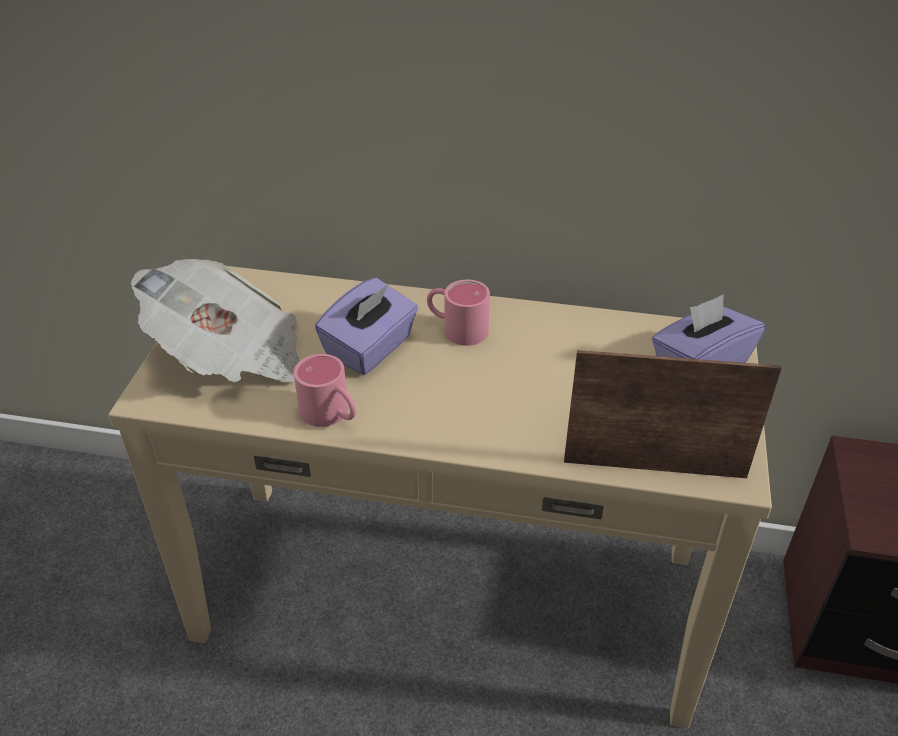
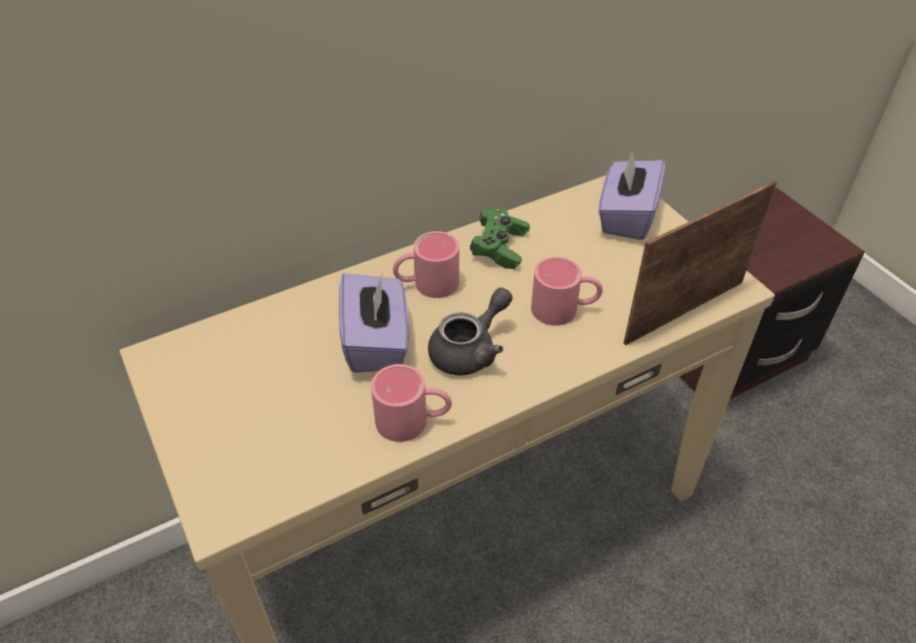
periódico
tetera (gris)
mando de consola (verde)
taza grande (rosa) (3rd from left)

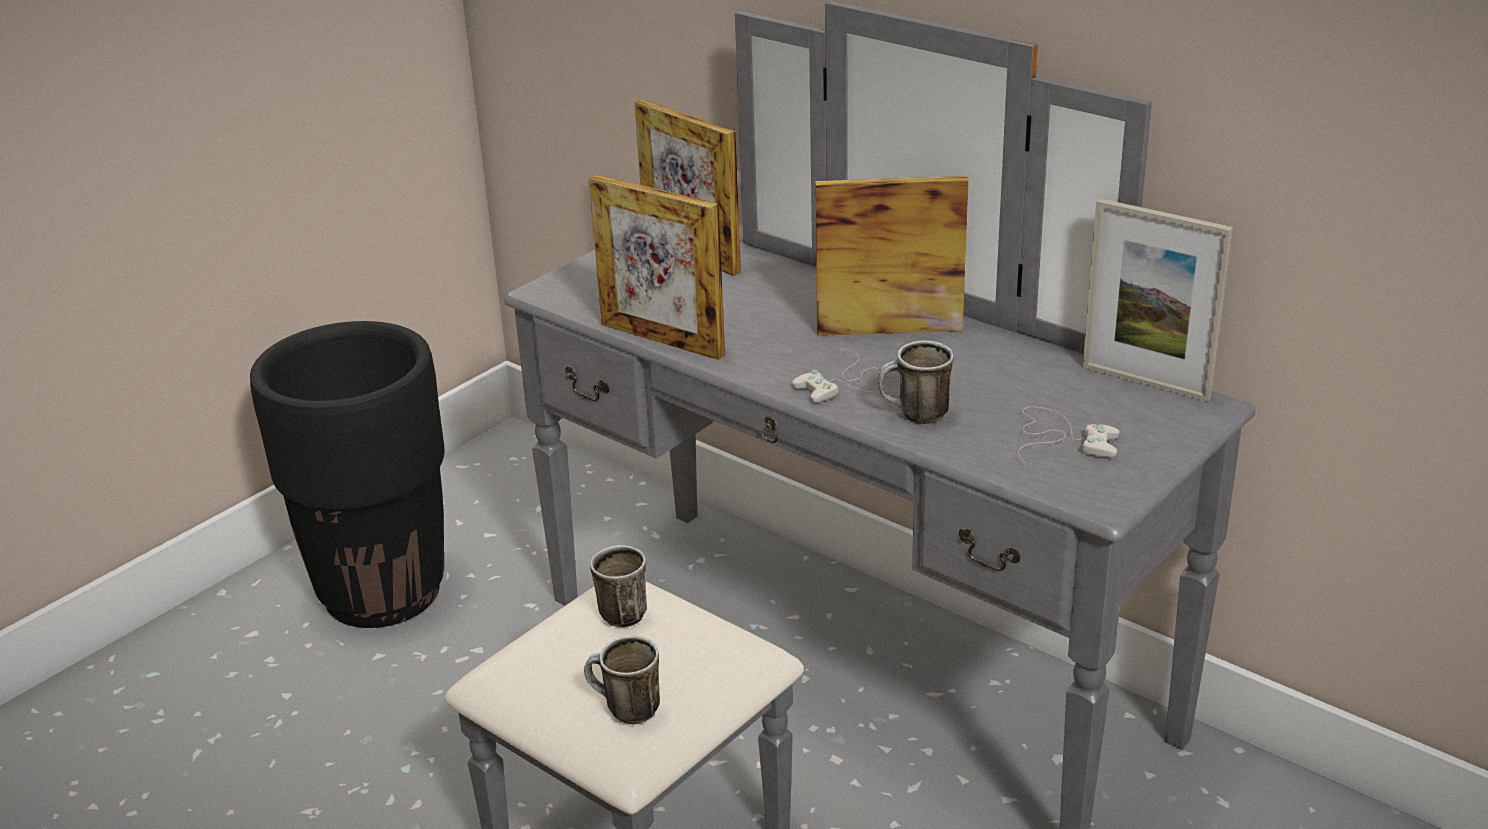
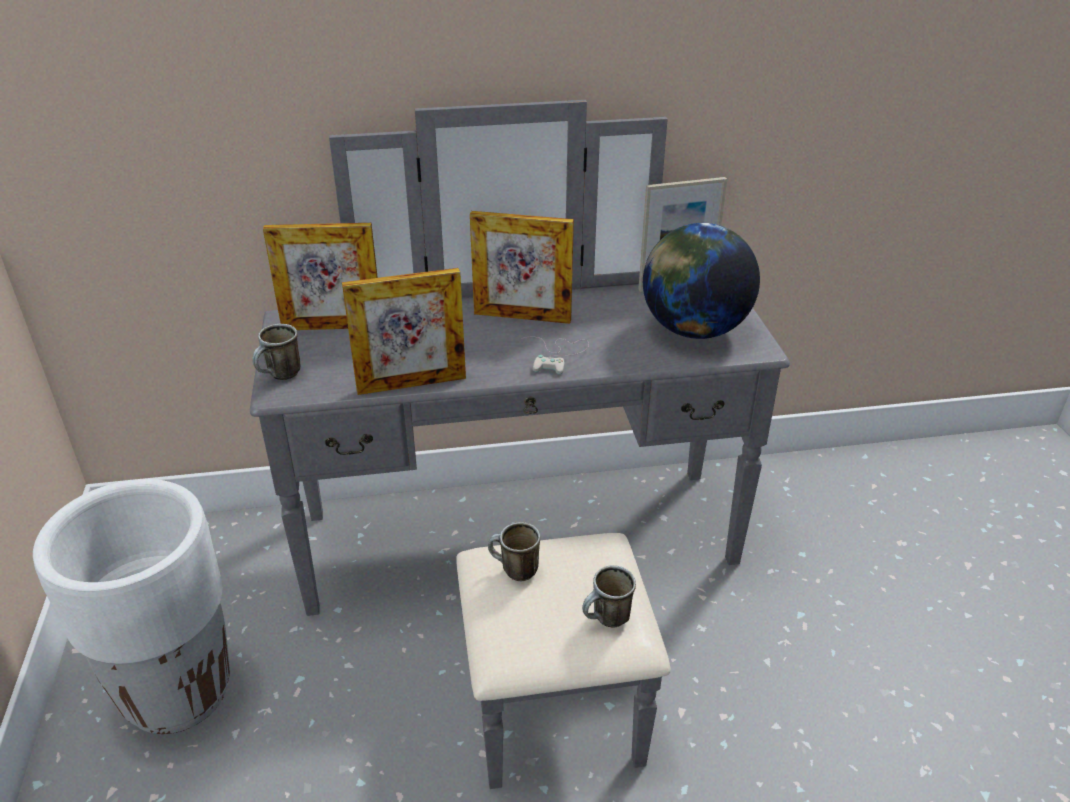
maceta (blanco)
portarretratos (3rd from left)
taza grande (1st from left)
globo terráqueo

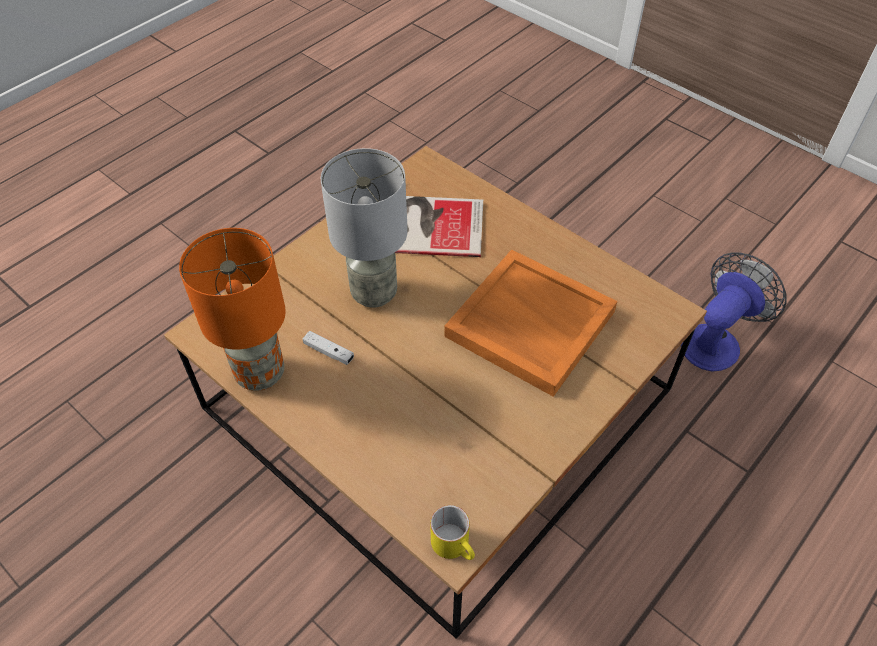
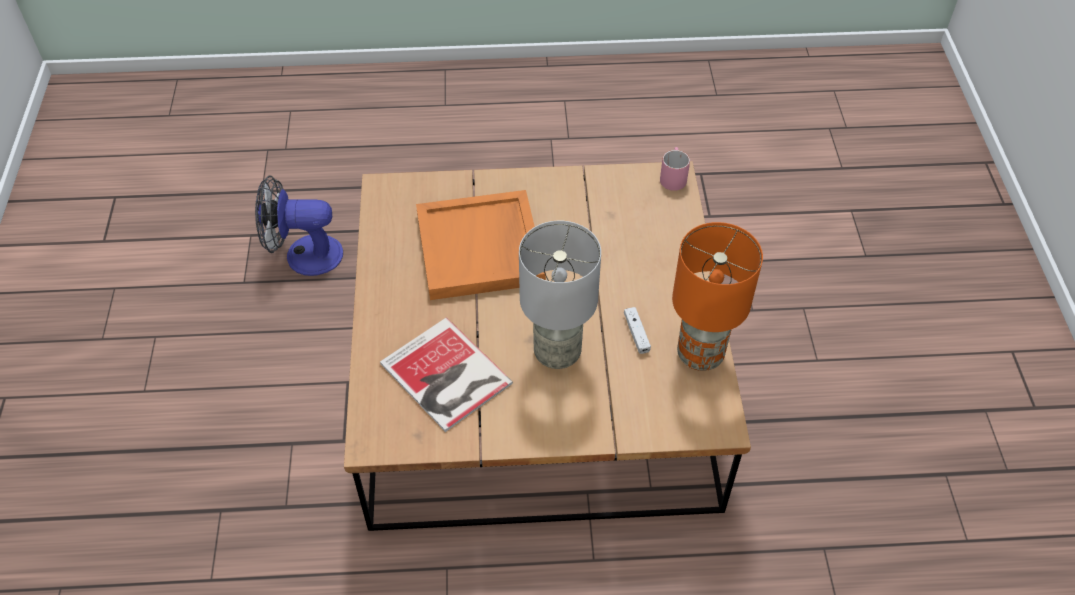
taza grande (rosa)

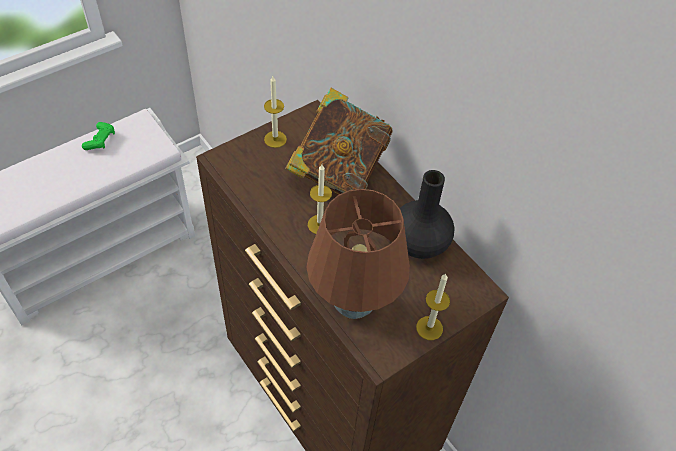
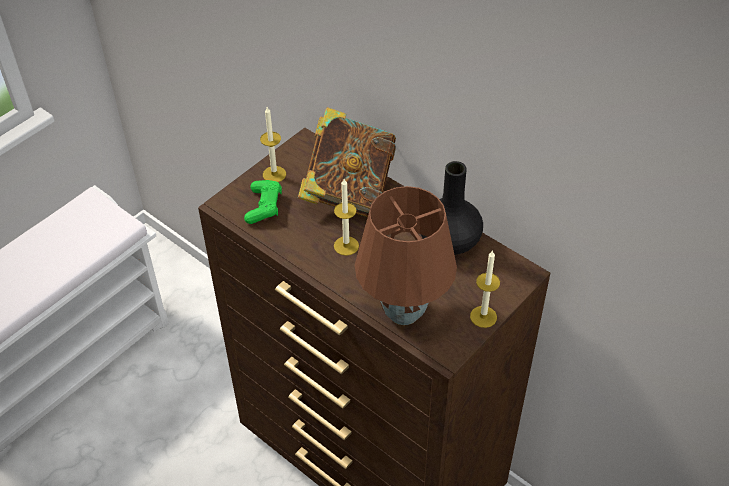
mando de consola (verde)

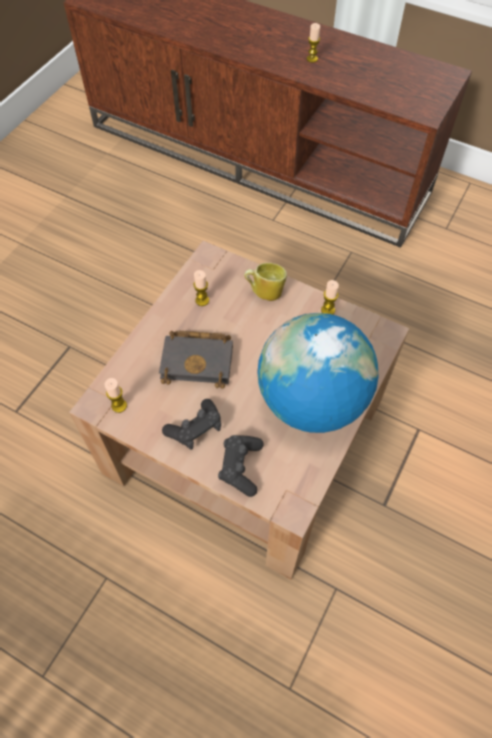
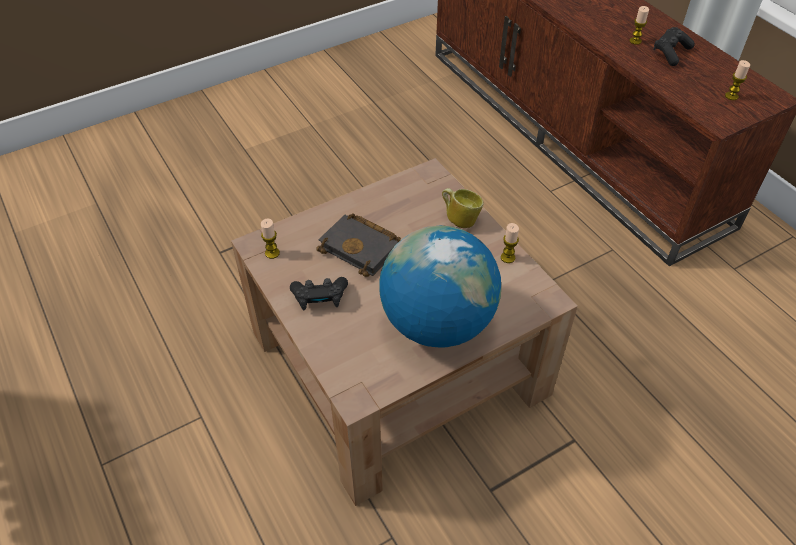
vela (4th from left)
mando de consola (negro) (2nd from left)

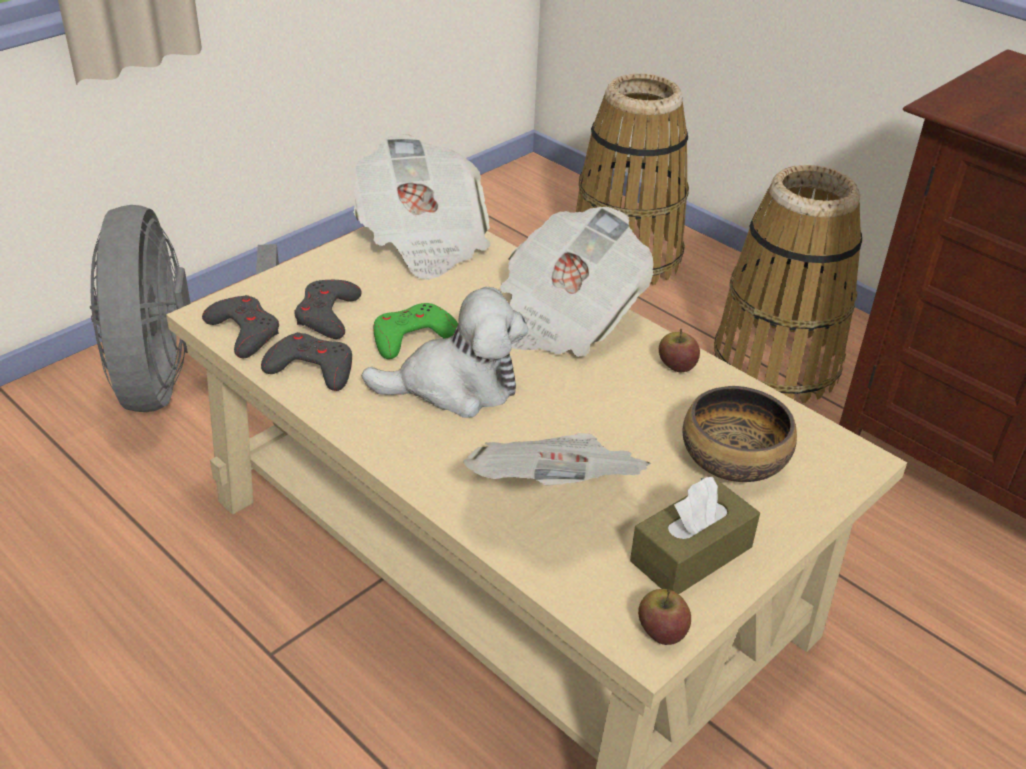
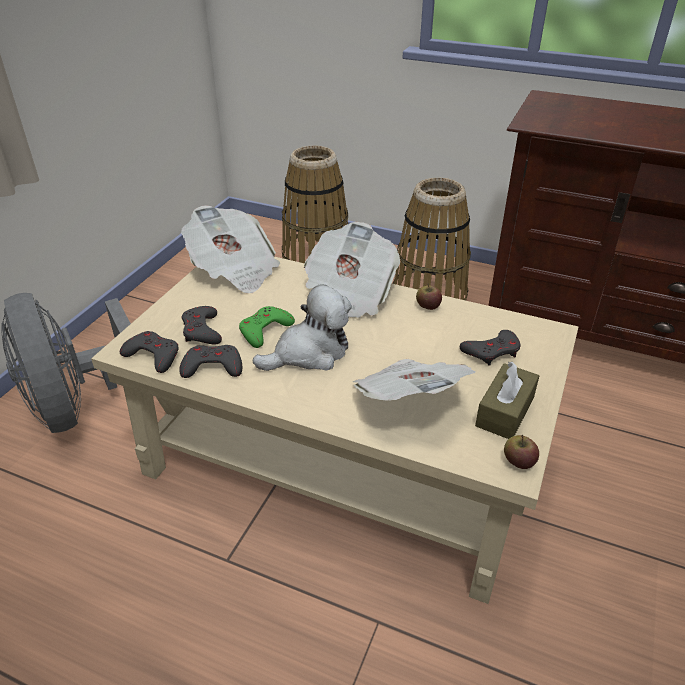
mando de consola (gris) (4th from left)

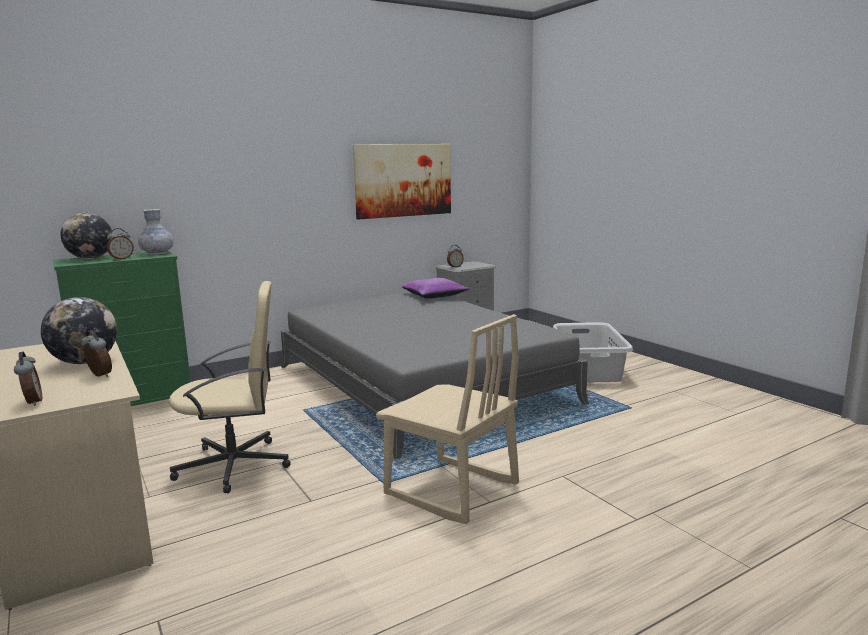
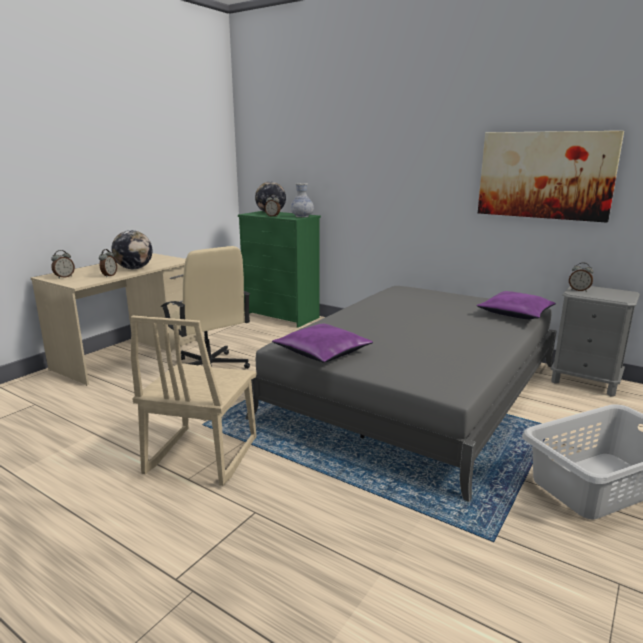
cojín (morado) (1st from left)

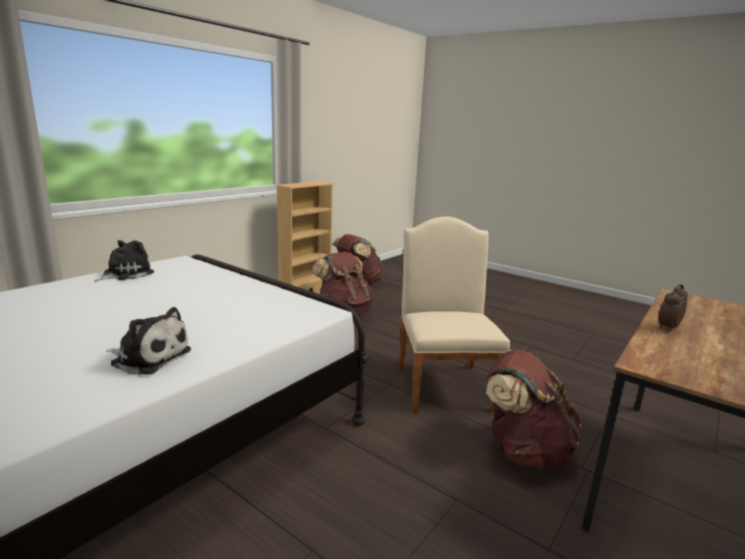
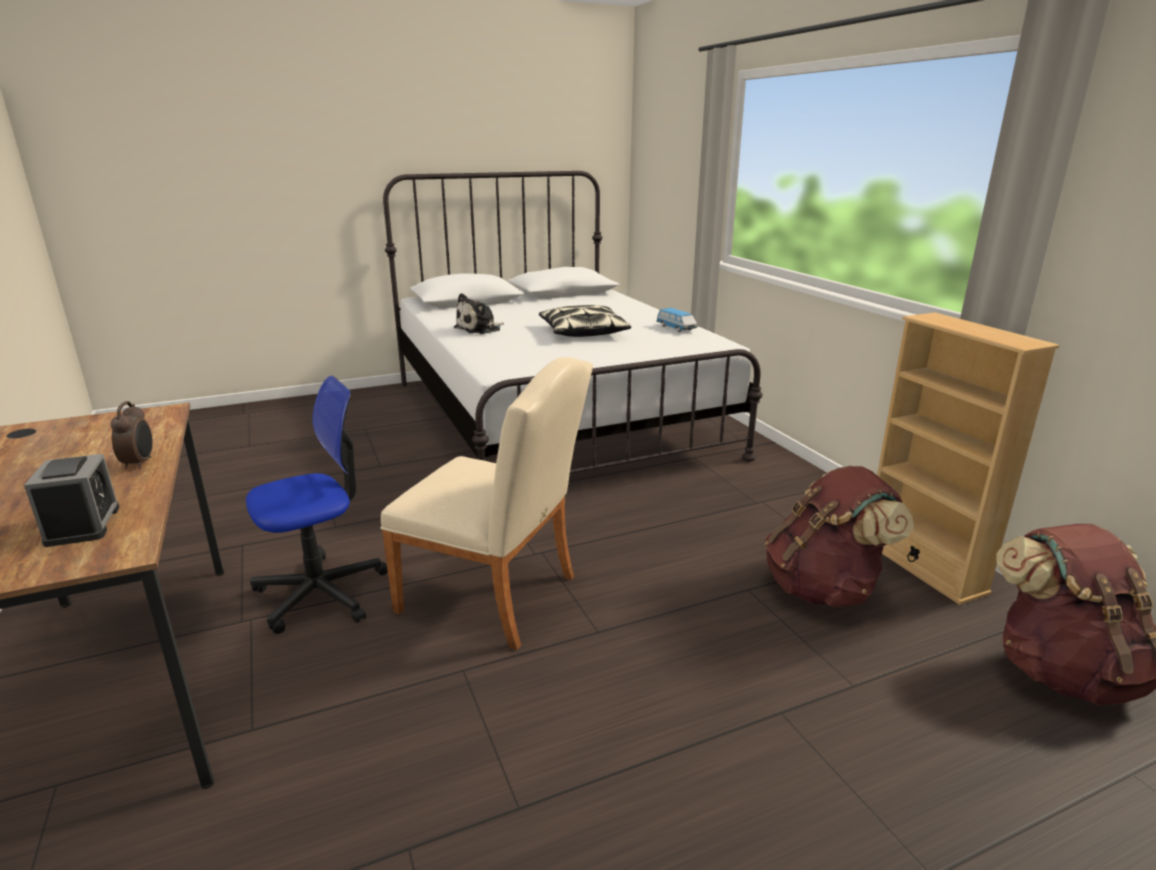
coche de juguete
silla de oficina
despertador (1st from left)
cojín

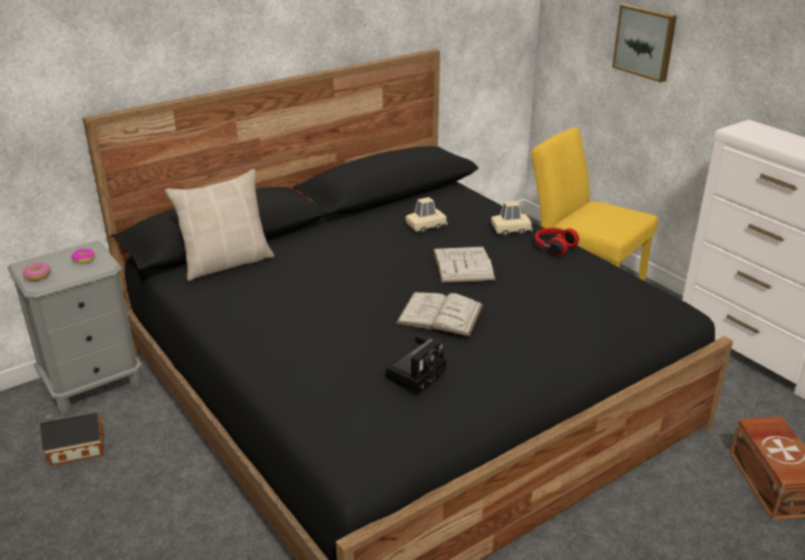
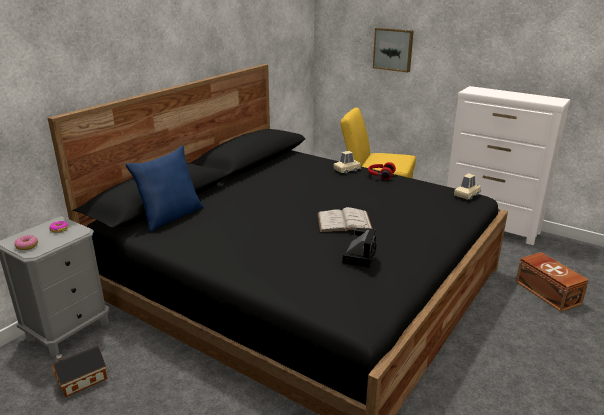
cojín (azul)
coche de juguete (beis) (2nd from left)
libro (blanco) (2nd from left in the first image)

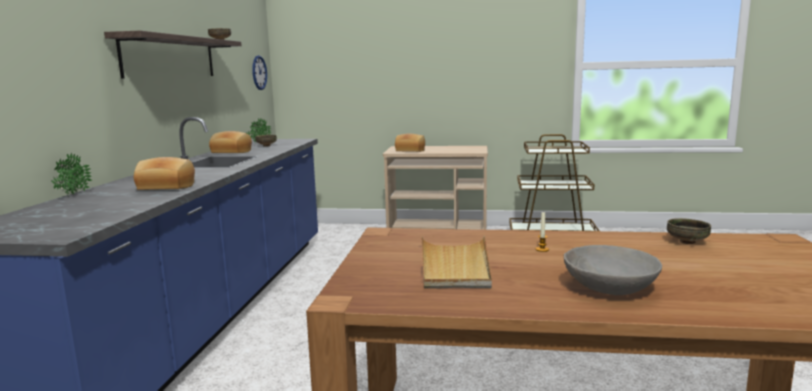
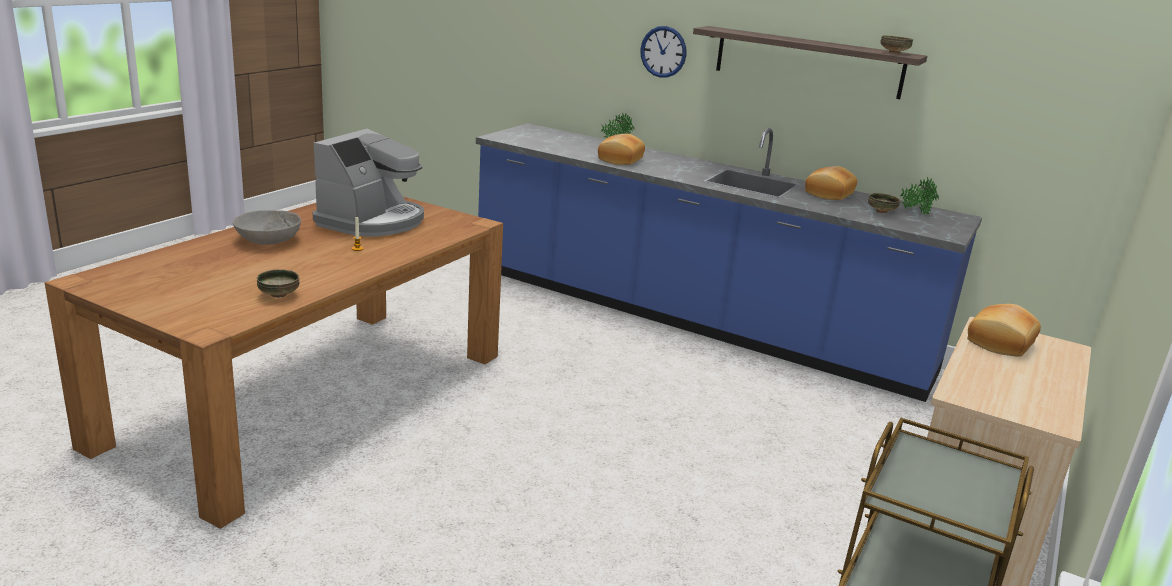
reloj de pared
cafetera

